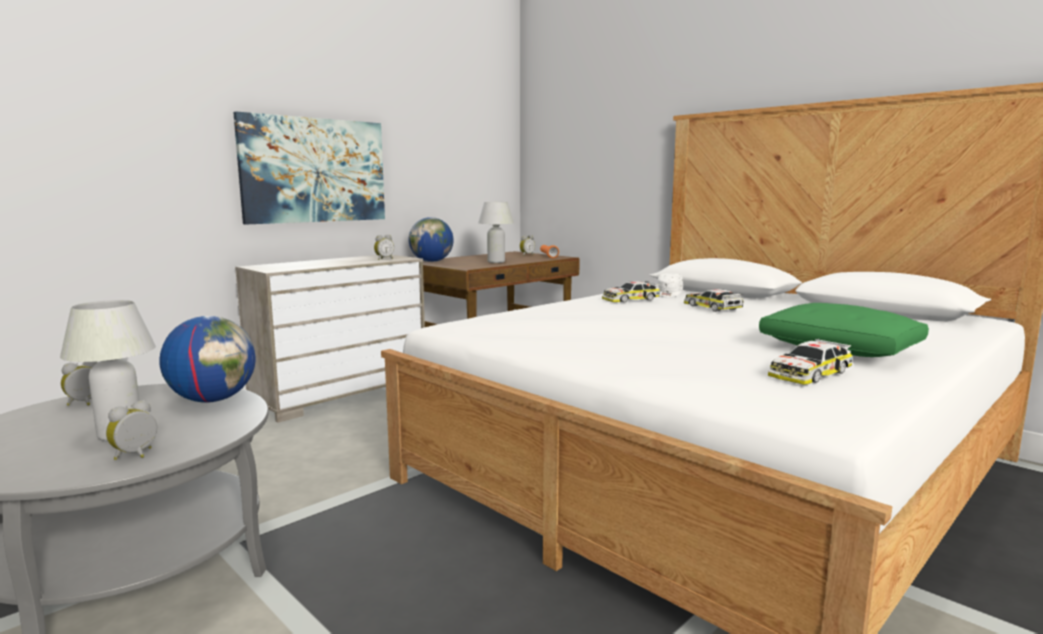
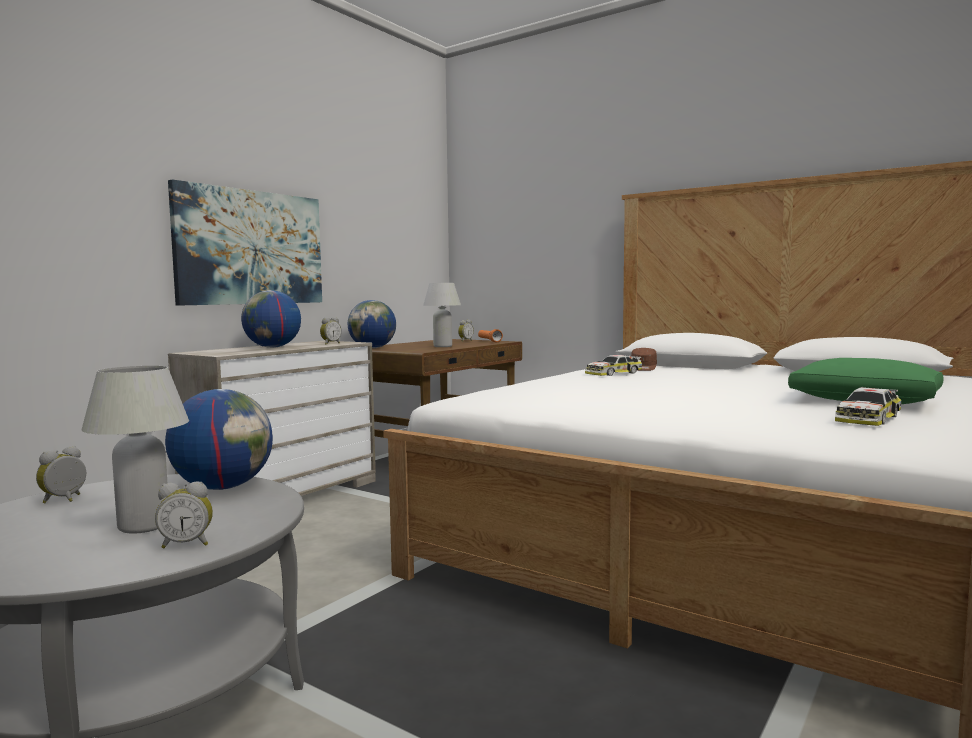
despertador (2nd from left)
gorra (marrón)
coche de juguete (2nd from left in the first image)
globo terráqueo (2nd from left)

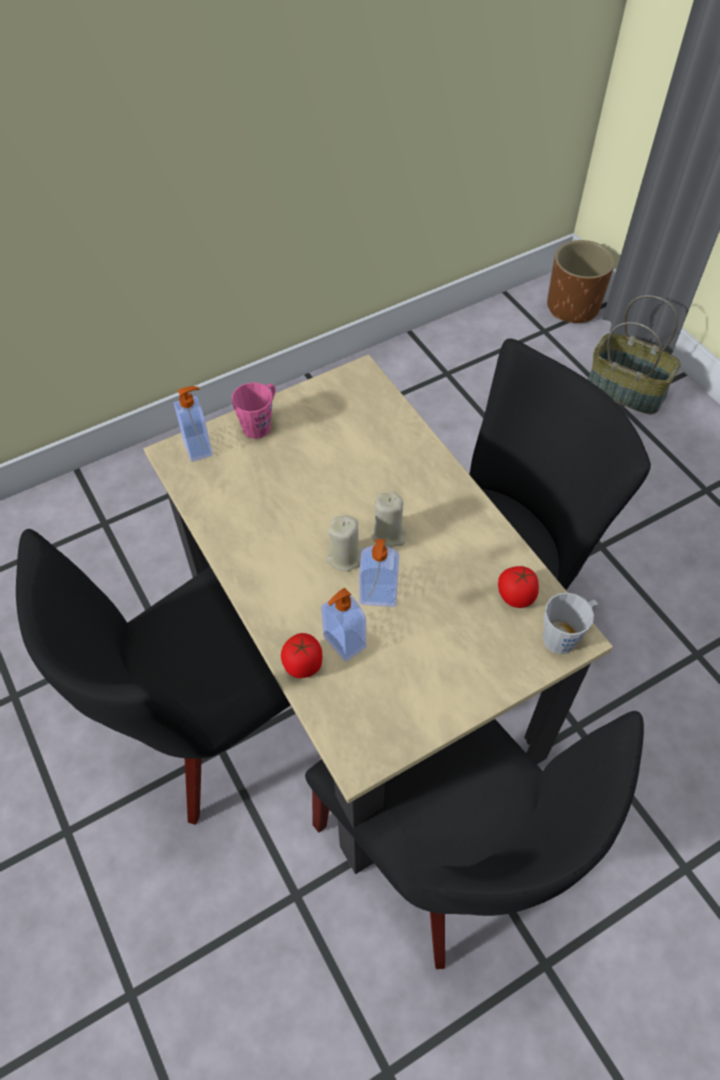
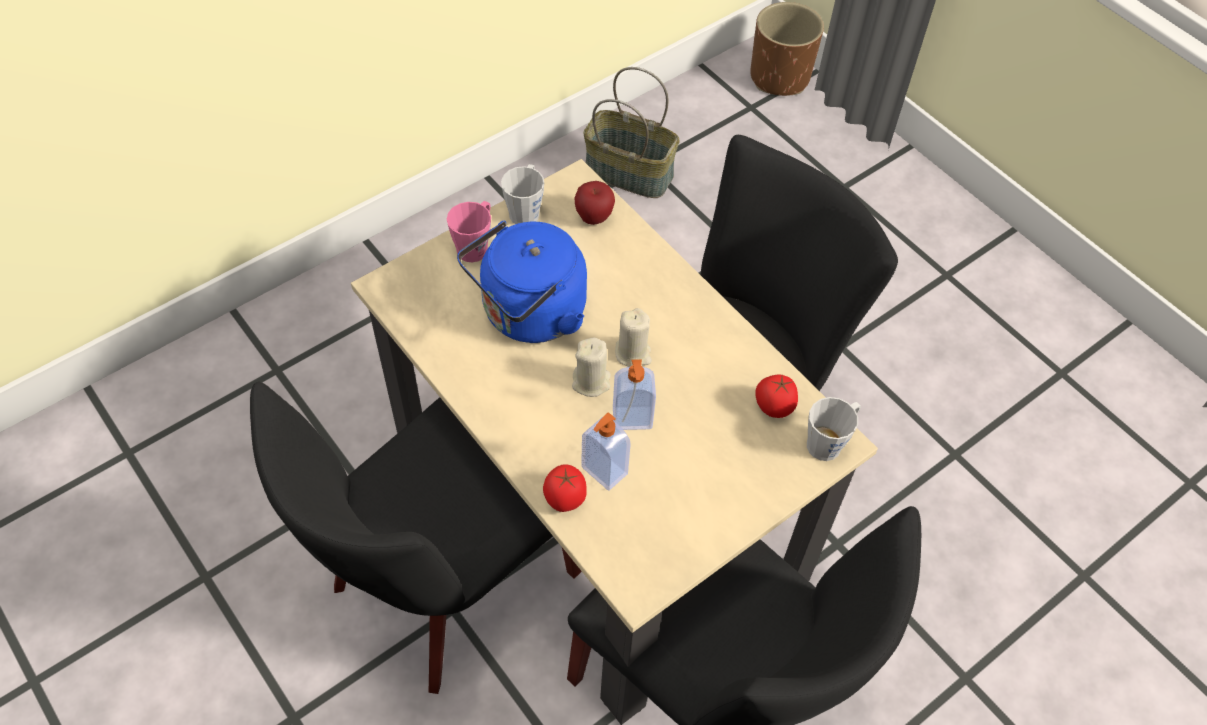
dispensador de jabón (1st from left in the first image)
cesta
hervidor (azul)
taza grande (gris) (1st from left)
manzana

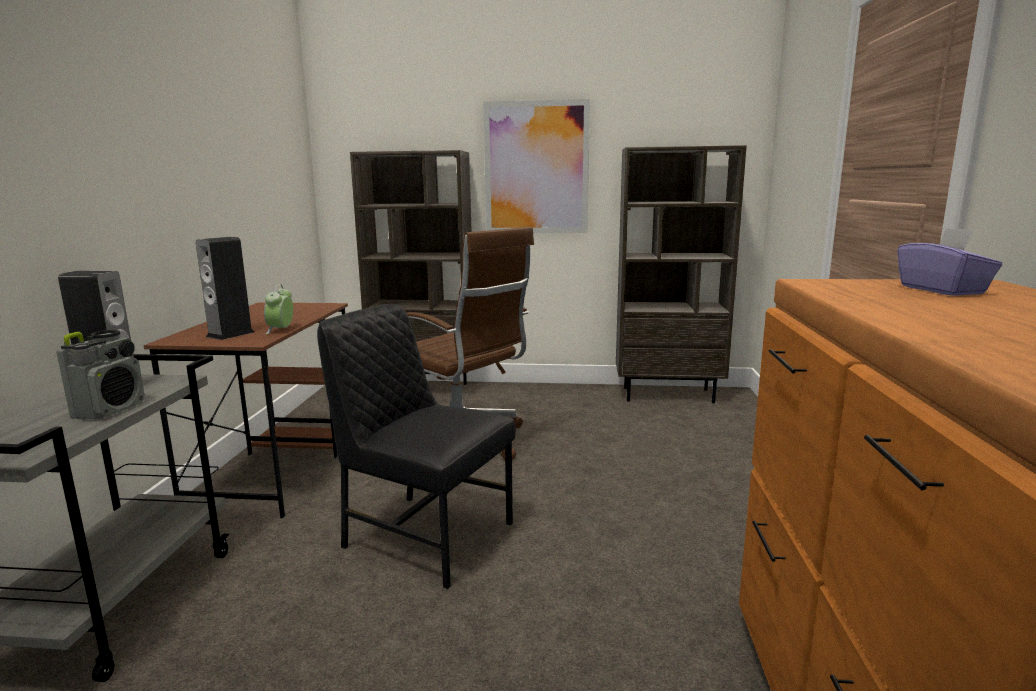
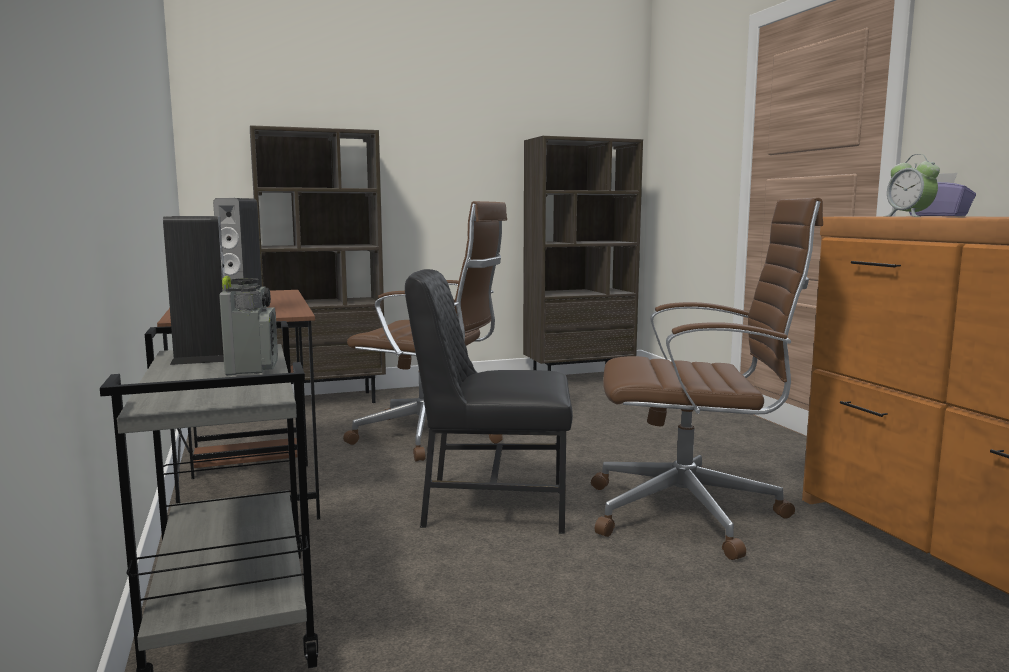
despertador
cuadro
silla de oficina (marrón) (2nd from left)

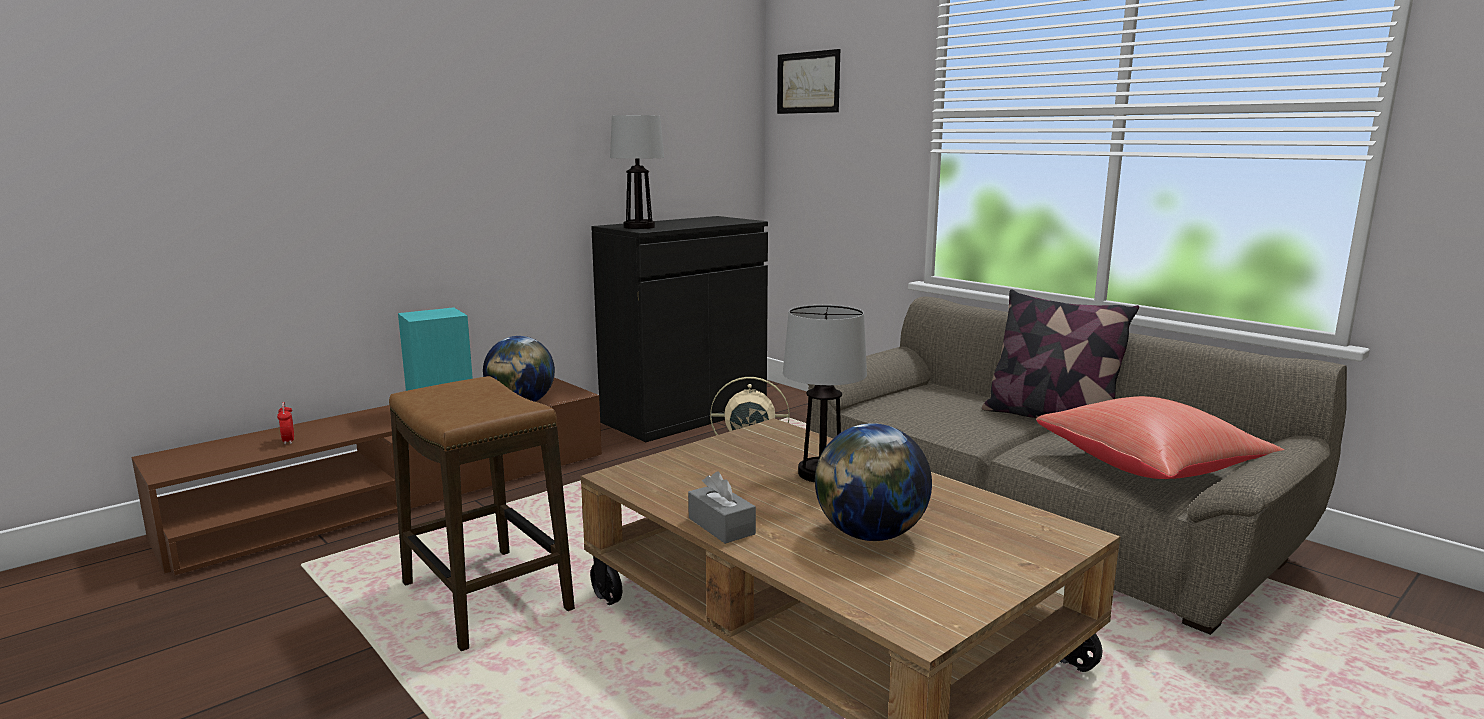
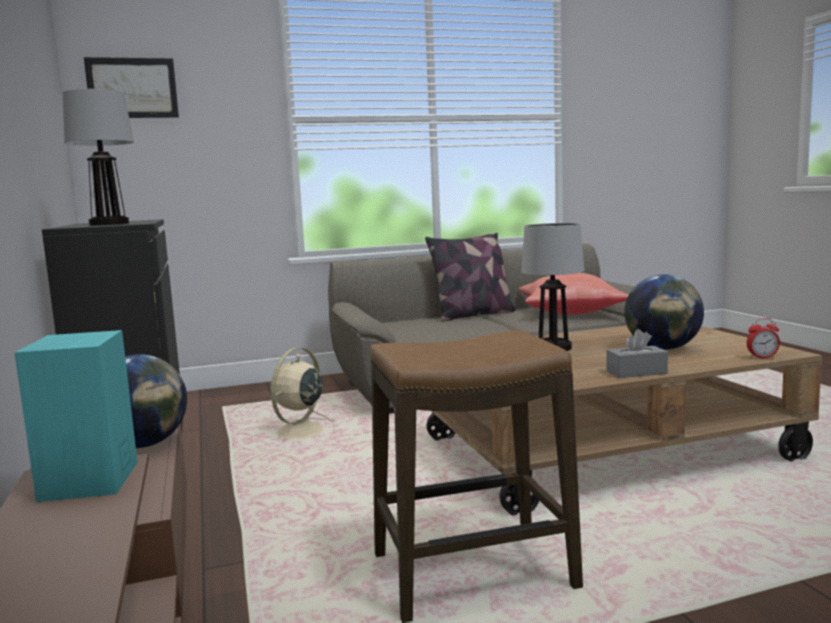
despertador

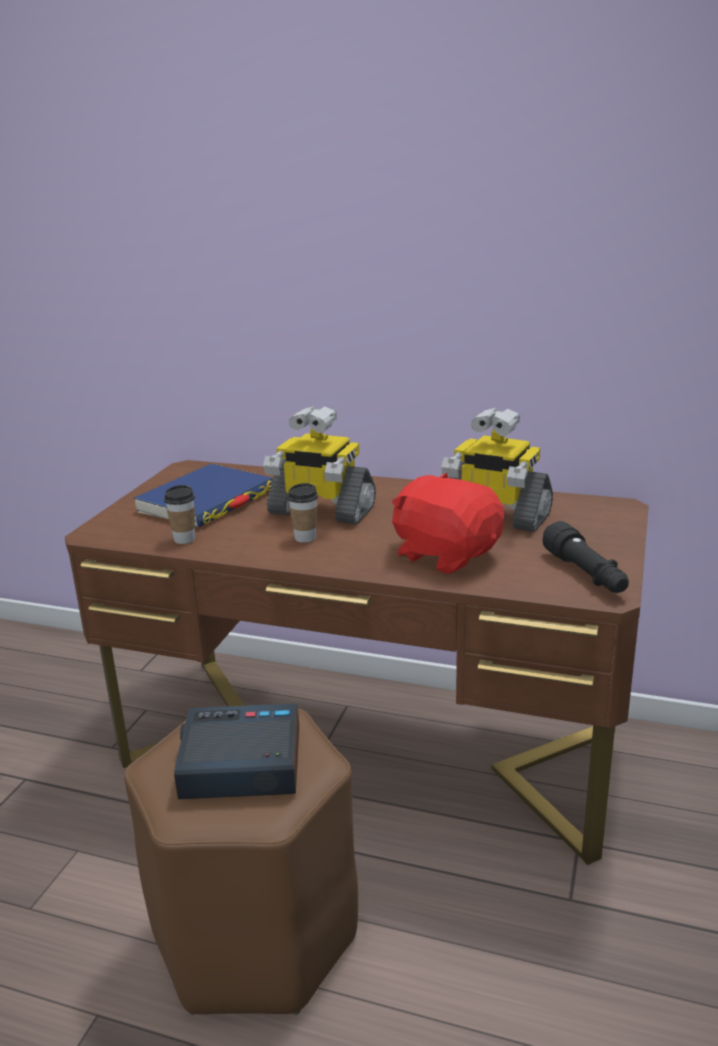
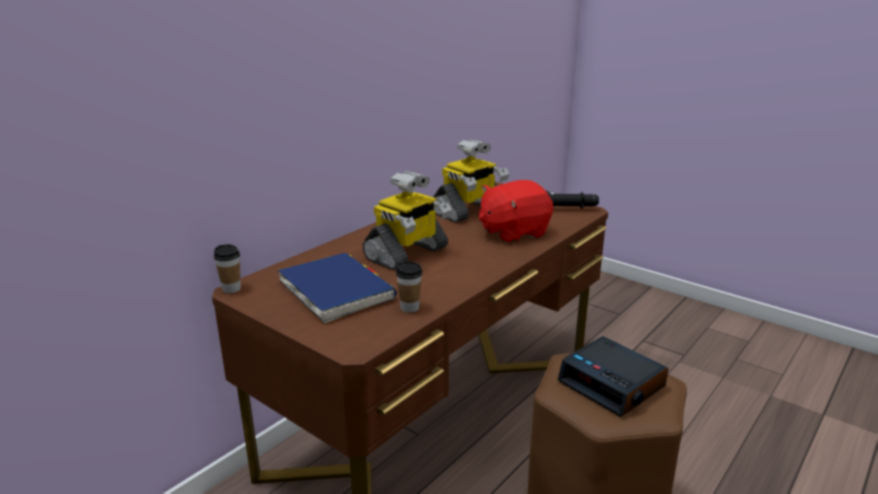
despertador
taza (1st from left)

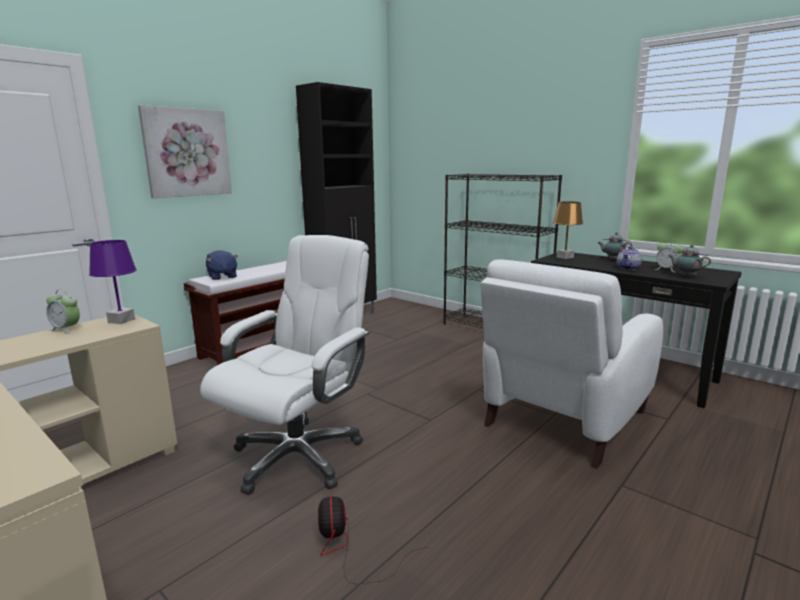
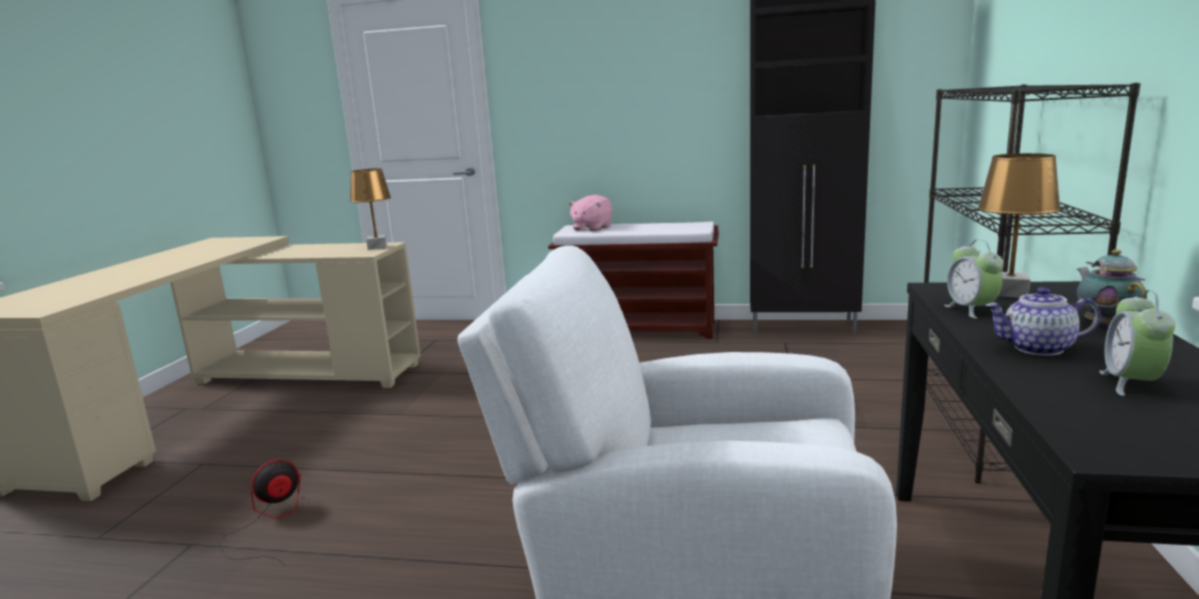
despertador (1st from left)
lámpara de mesa (marrón) (1st from left)
cuadro
silla de oficina (blanco)
peluche (rosa)
tetera (3rd from left in the first image)

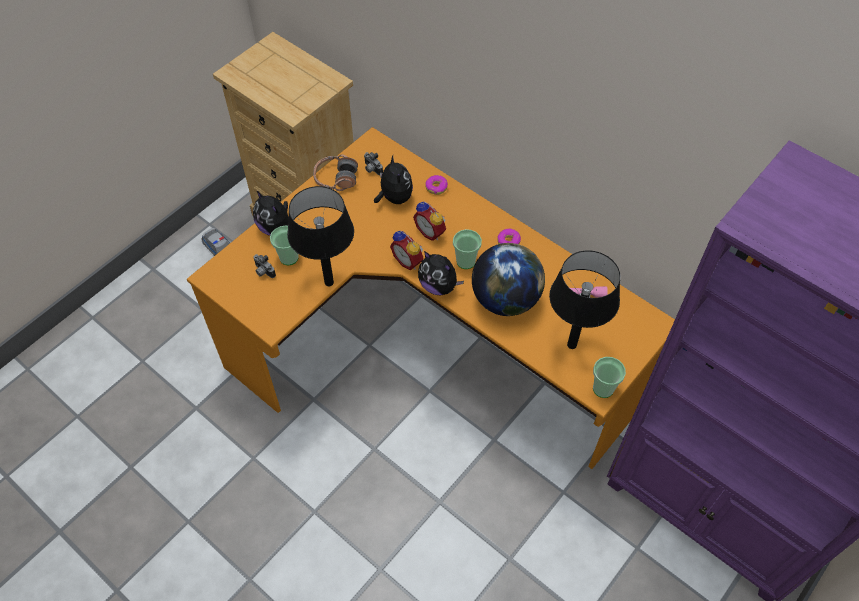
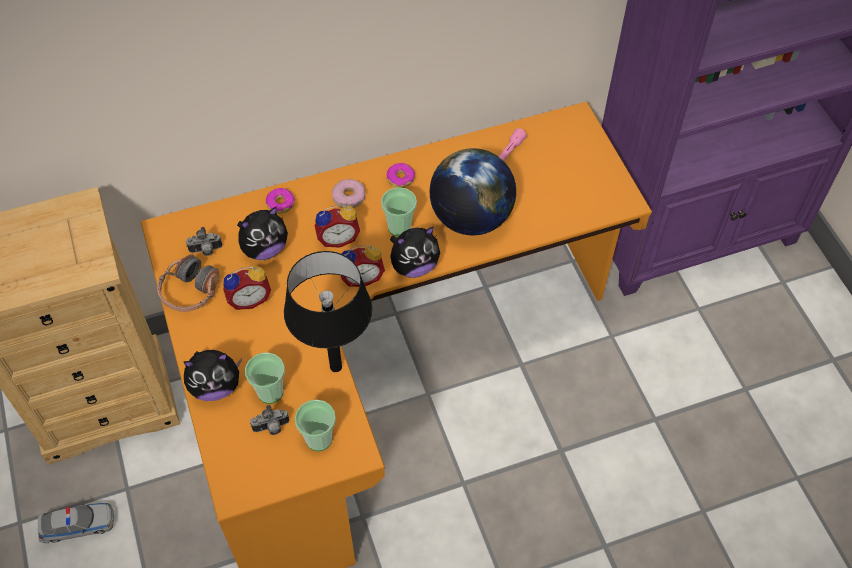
peluche (2nd from left)
lámpara de mesa (negro) (2nd from left in the first image)
taza (2nd from left)
despertador (1st from left)
rosquilla (2nd from left)

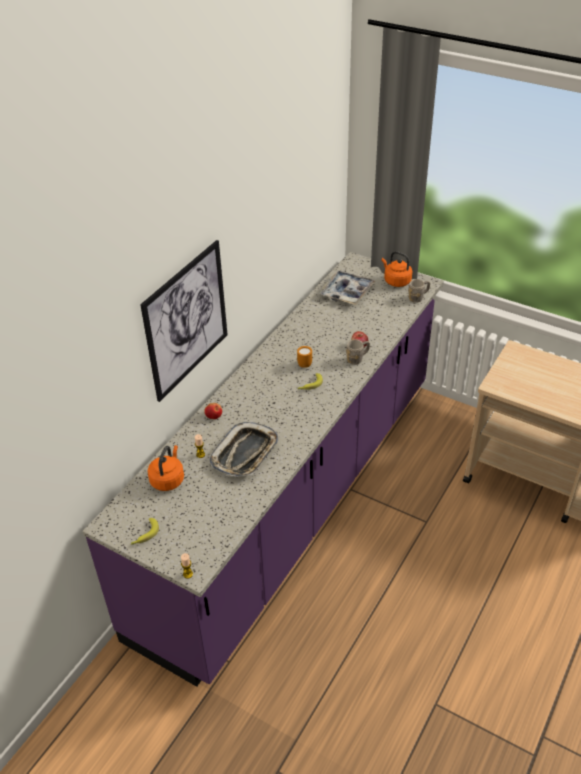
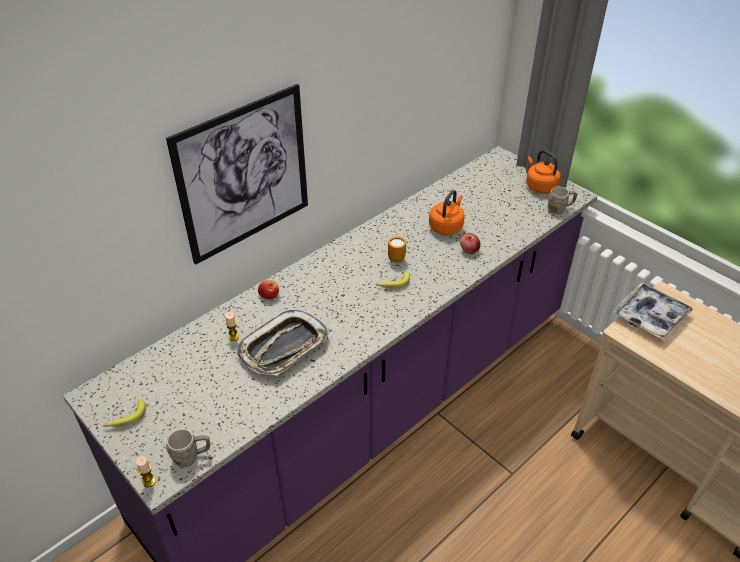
hervidor (naranja) (1st from left)
bandeja (2nd from left)
taza grande (gris) (1st from left)

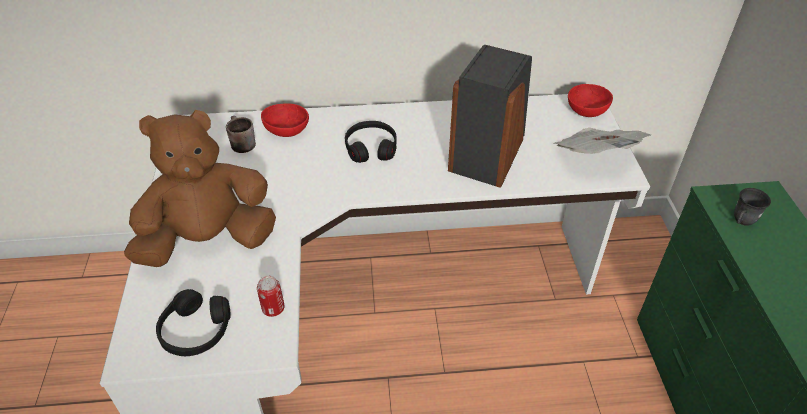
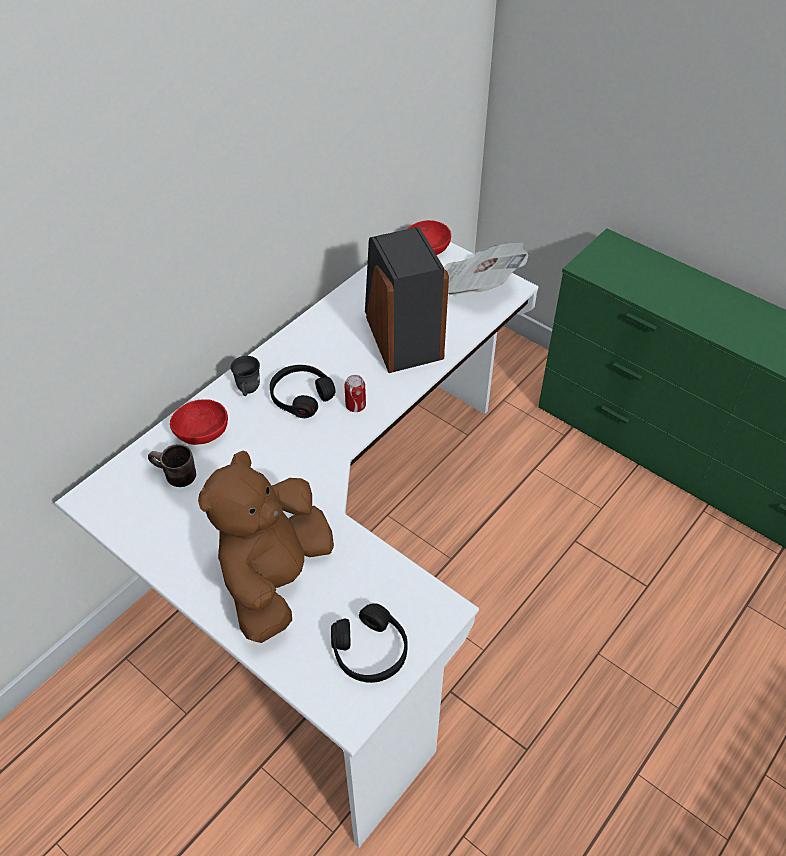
lata
taza grande (gris)

